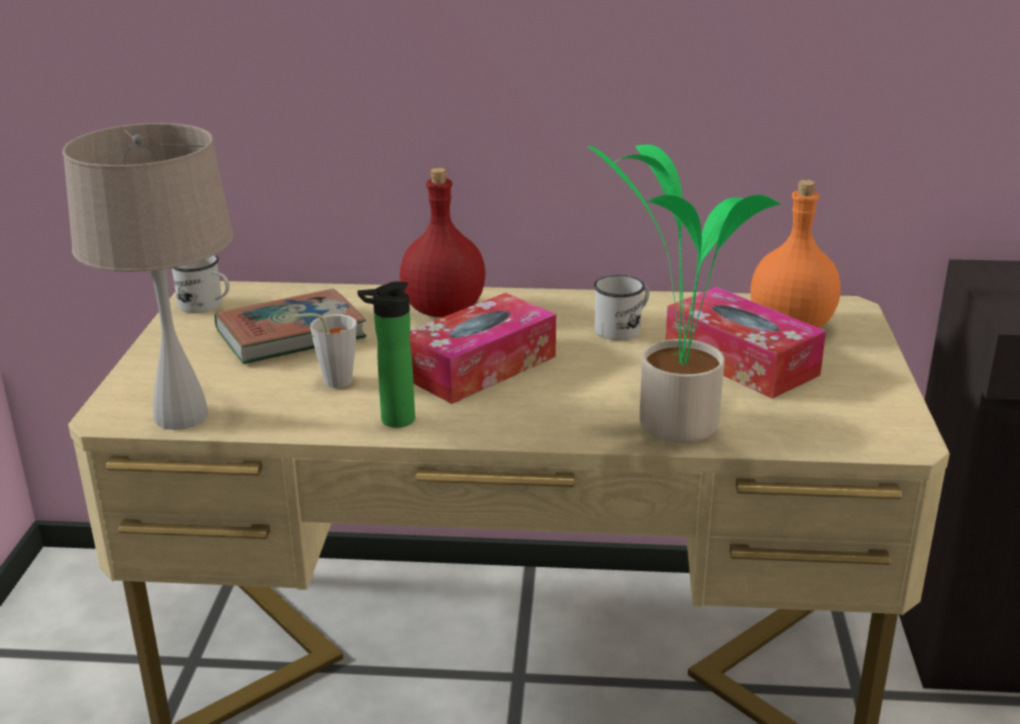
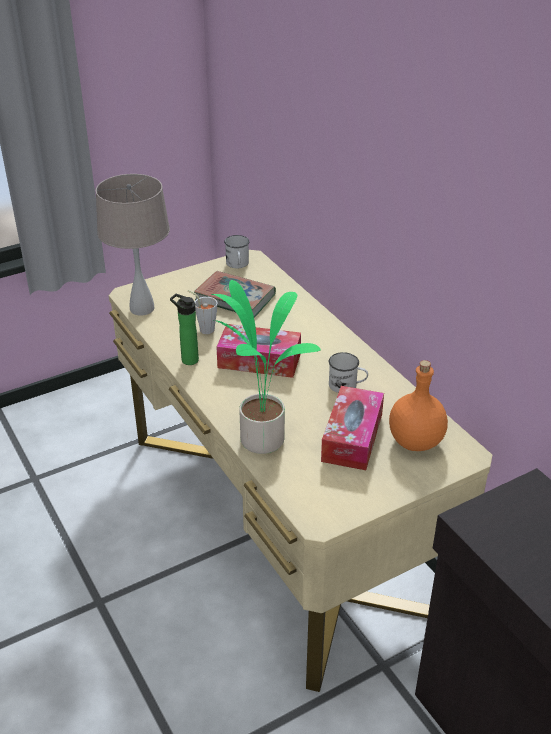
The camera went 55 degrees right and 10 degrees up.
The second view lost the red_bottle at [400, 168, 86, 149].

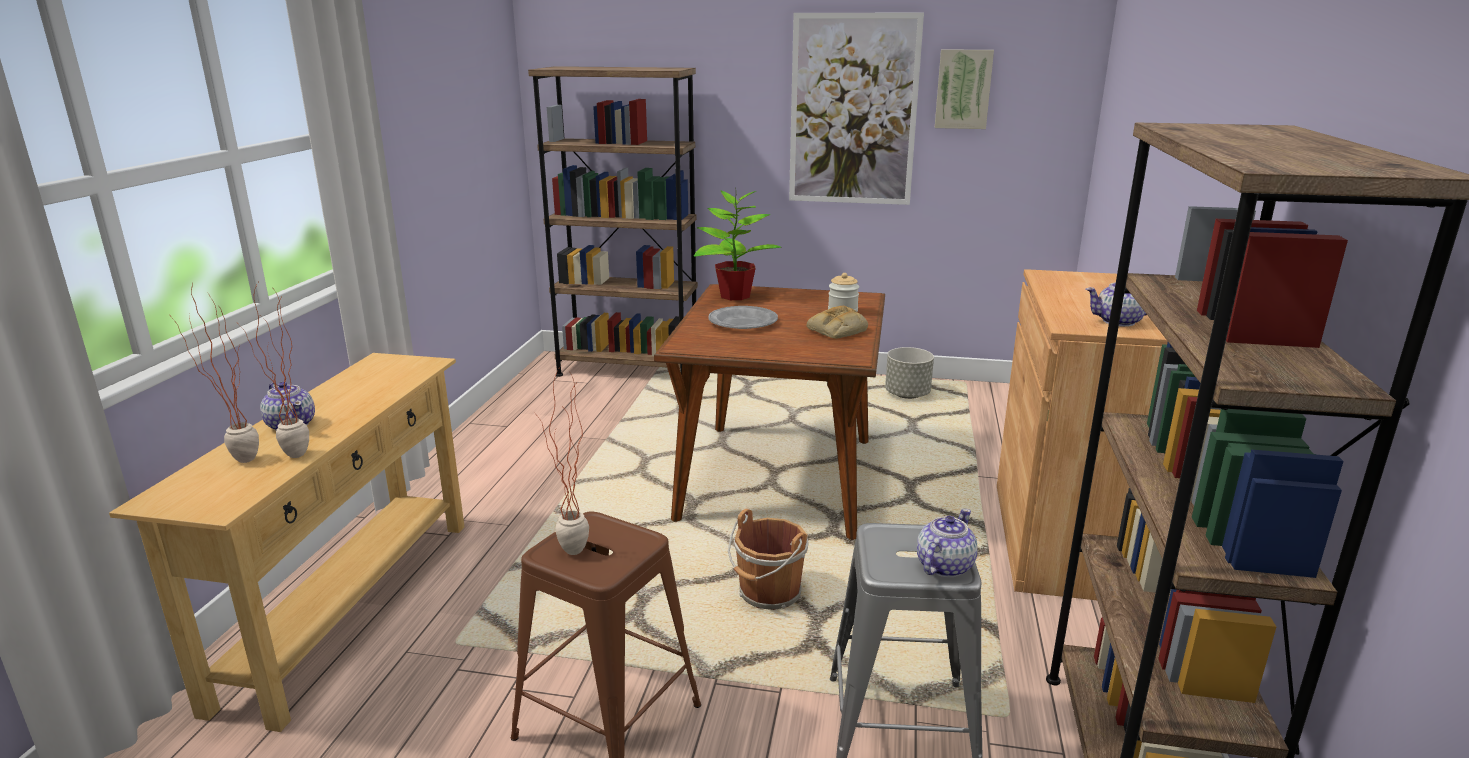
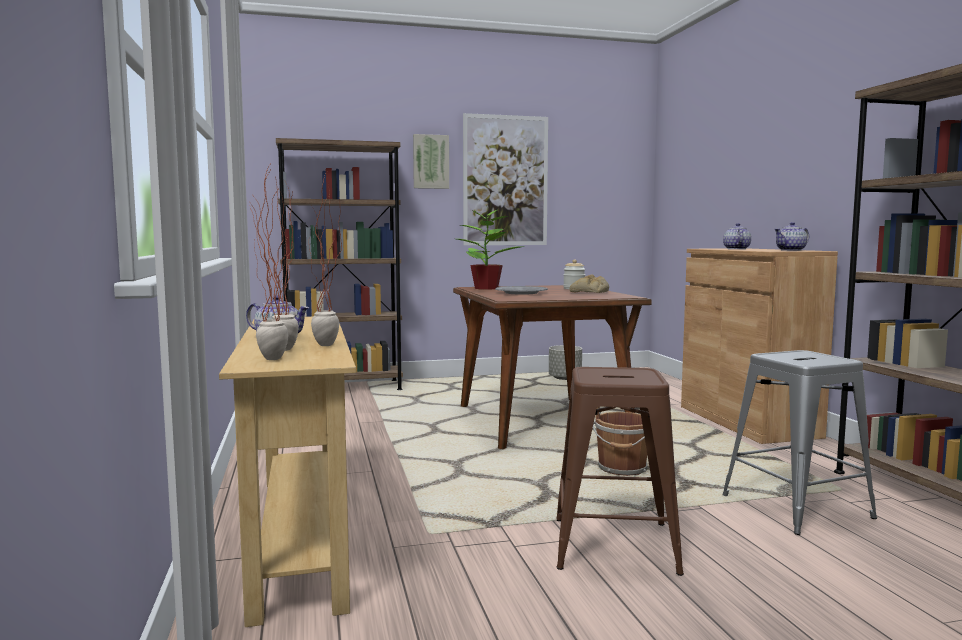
The camera went 25 degrees left and 15 degrees down.
The potted_plant ended up elsewhere, having gone from [534, 366, 55, 189] to [251, 165, 38, 195].
The picture ended up elsewhere, having gone from [935, 50, 59, 79] to [413, 134, 36, 55].
The teapot ended up elsewhere, having gone from [917, 509, 61, 68] to [723, 223, 28, 26].

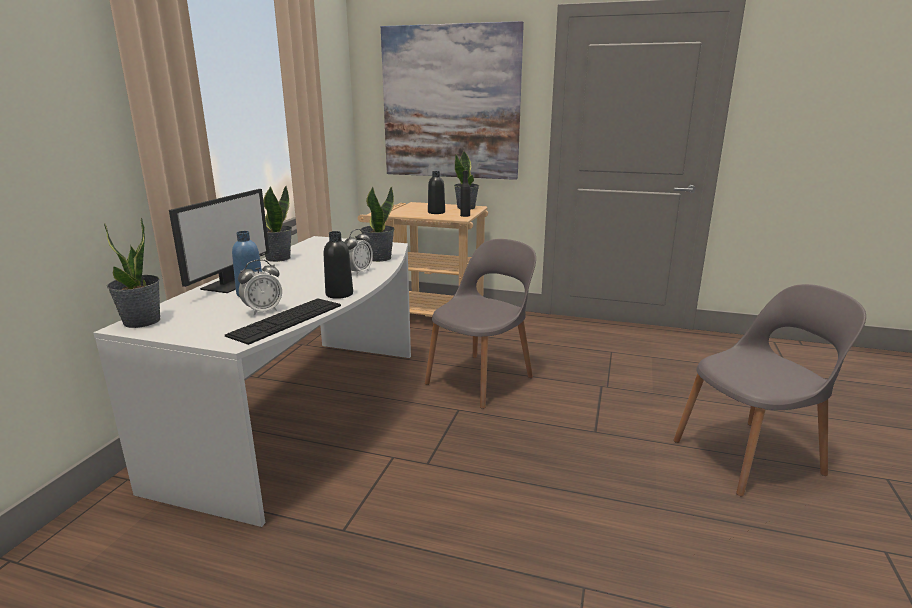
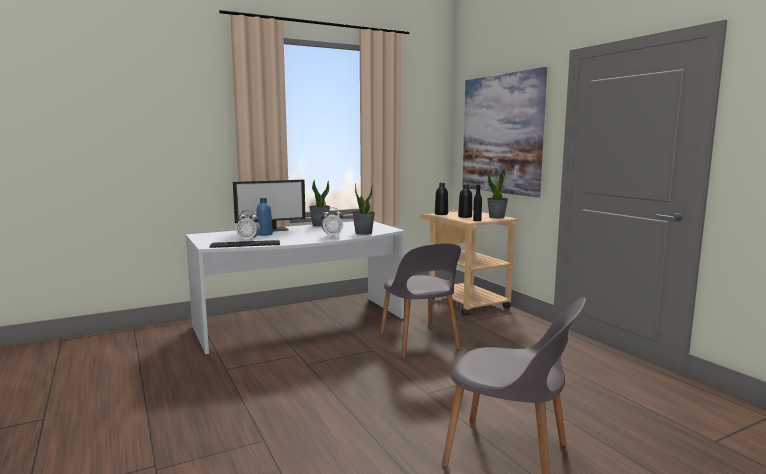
The camera went 45 degrees right and 10 degrees down.
The grey_chair at [425, 239, 111, 170] ended up facing another way, 75 degrees clockwise from before.
The black_bottle ended up elsewhere, having gone from [324, 231, 29, 68] to [435, 183, 13, 32].
The second view lost the potted_plant at [104, 218, 56, 110].

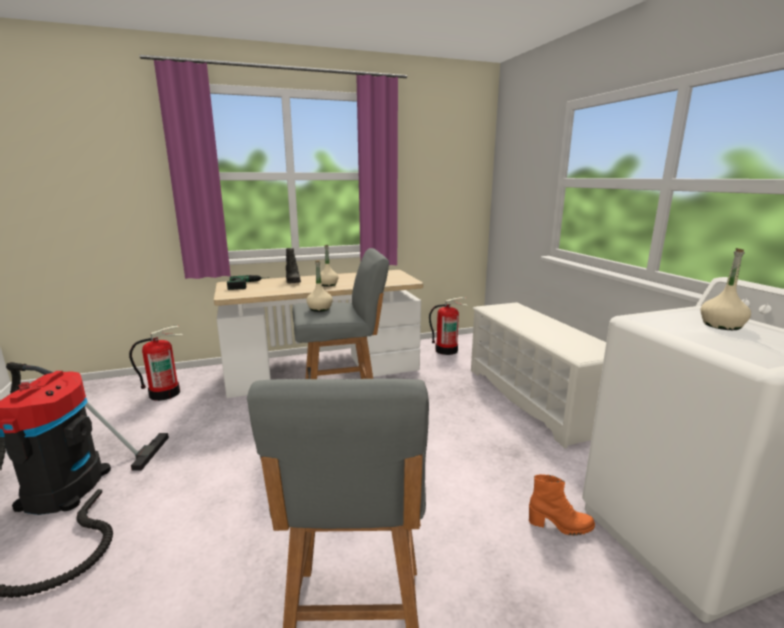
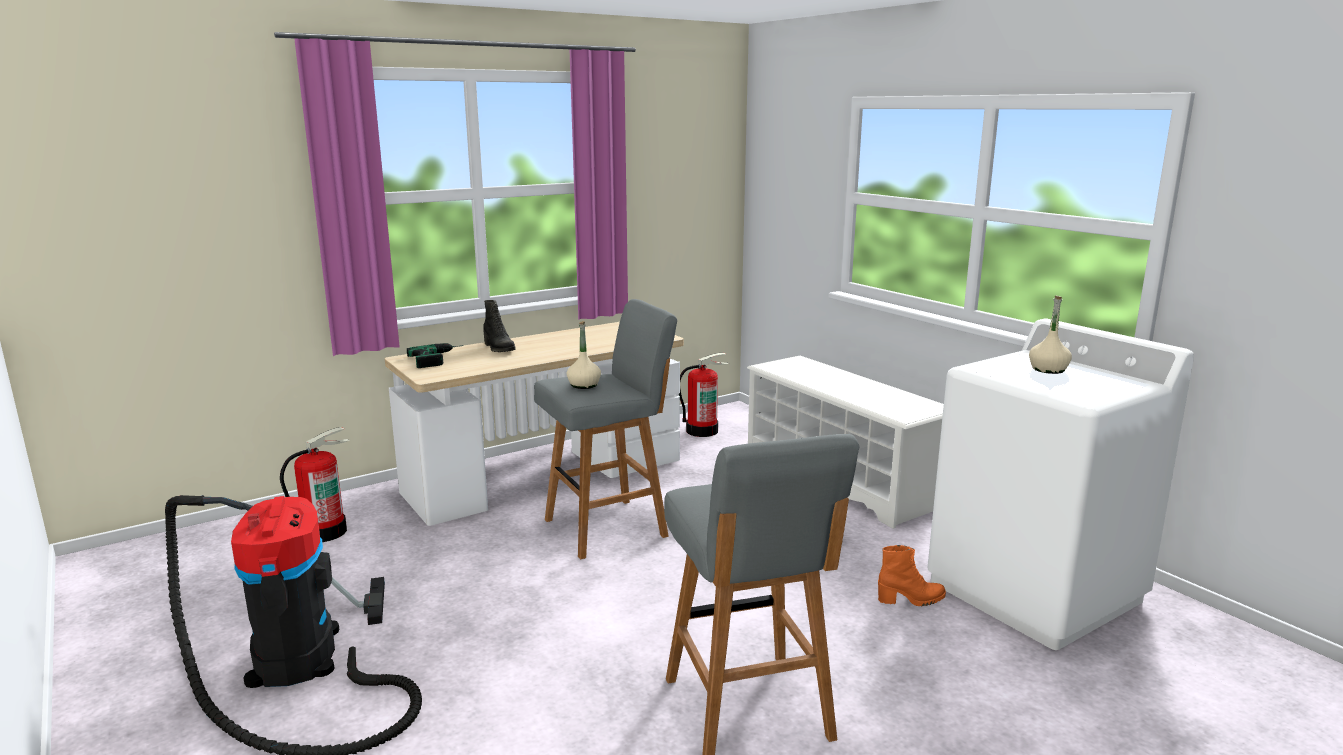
The camera went 15 degrees left and 0 degrees up.
The second view lost the beige_bottle at [320, 245, 19, 42].

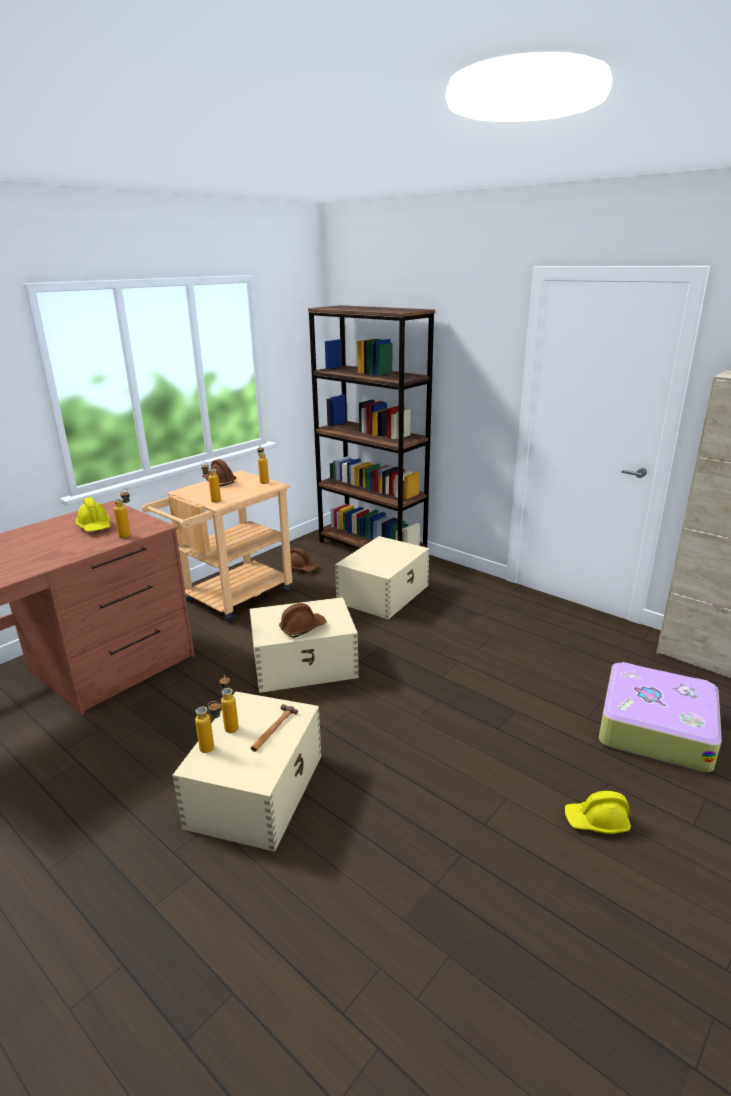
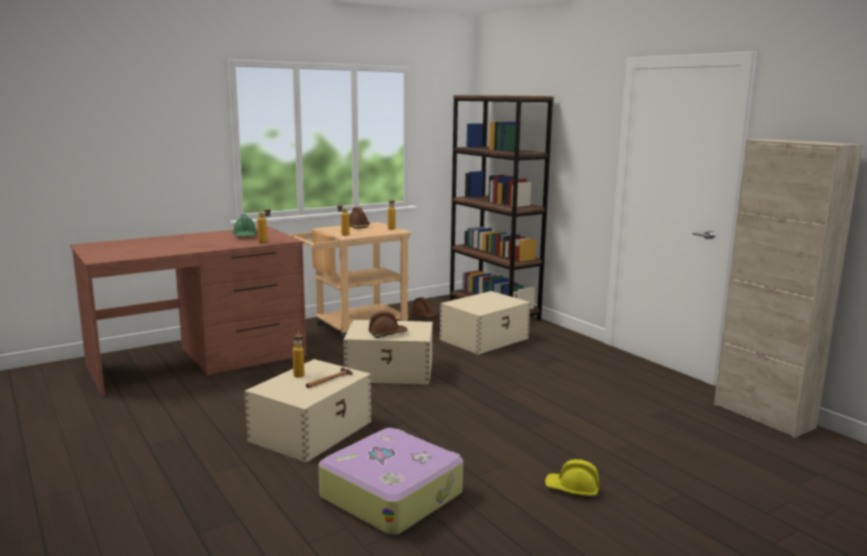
The camera went 15 degrees right and 10 degrees down.
What was the yellow_hard_hat at [75, 497, 36, 35] turned into the green_hard_hat at [232, 214, 26, 23].
The suitcase ended up elsewhere, having gone from [599, 662, 123, 110] to [319, 428, 144, 107].
The second view lost the bottle at [195, 701, 26, 52].

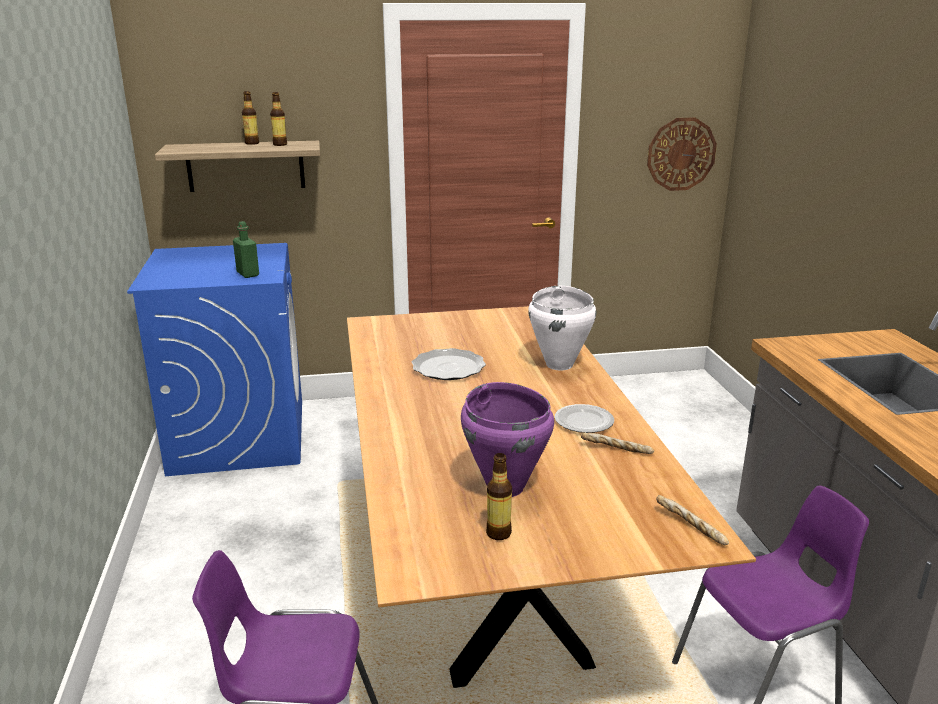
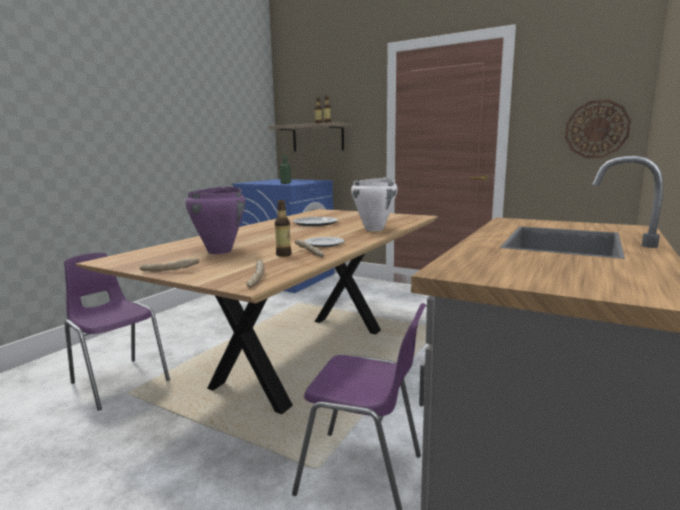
The camera went 40 degrees right and 10 degrees down.
The second view gained the bread at [140, 258, 59, 14].
The bottle ended up elsewhere, having gone from [486, 453, 26, 87] to [275, 200, 16, 57].

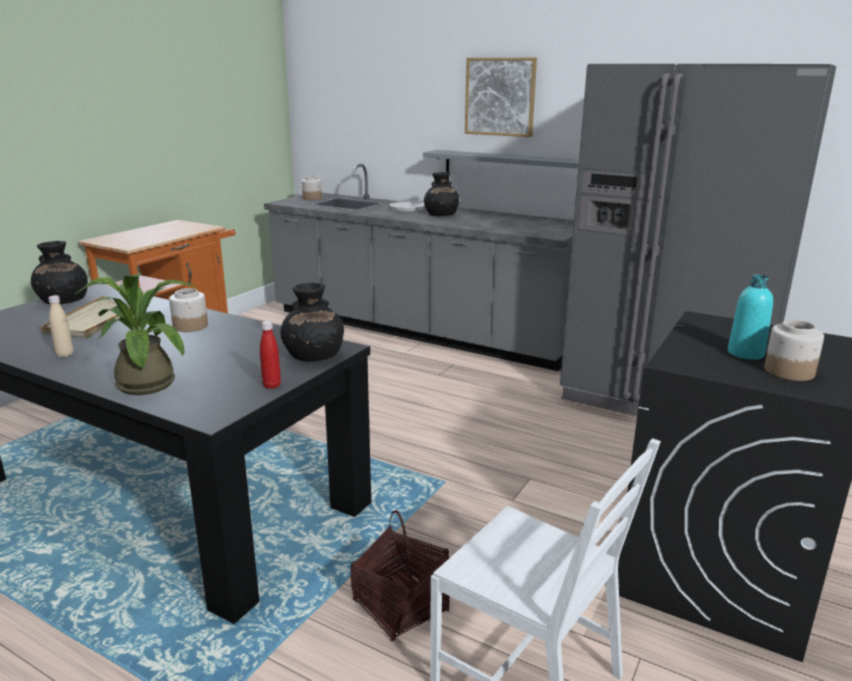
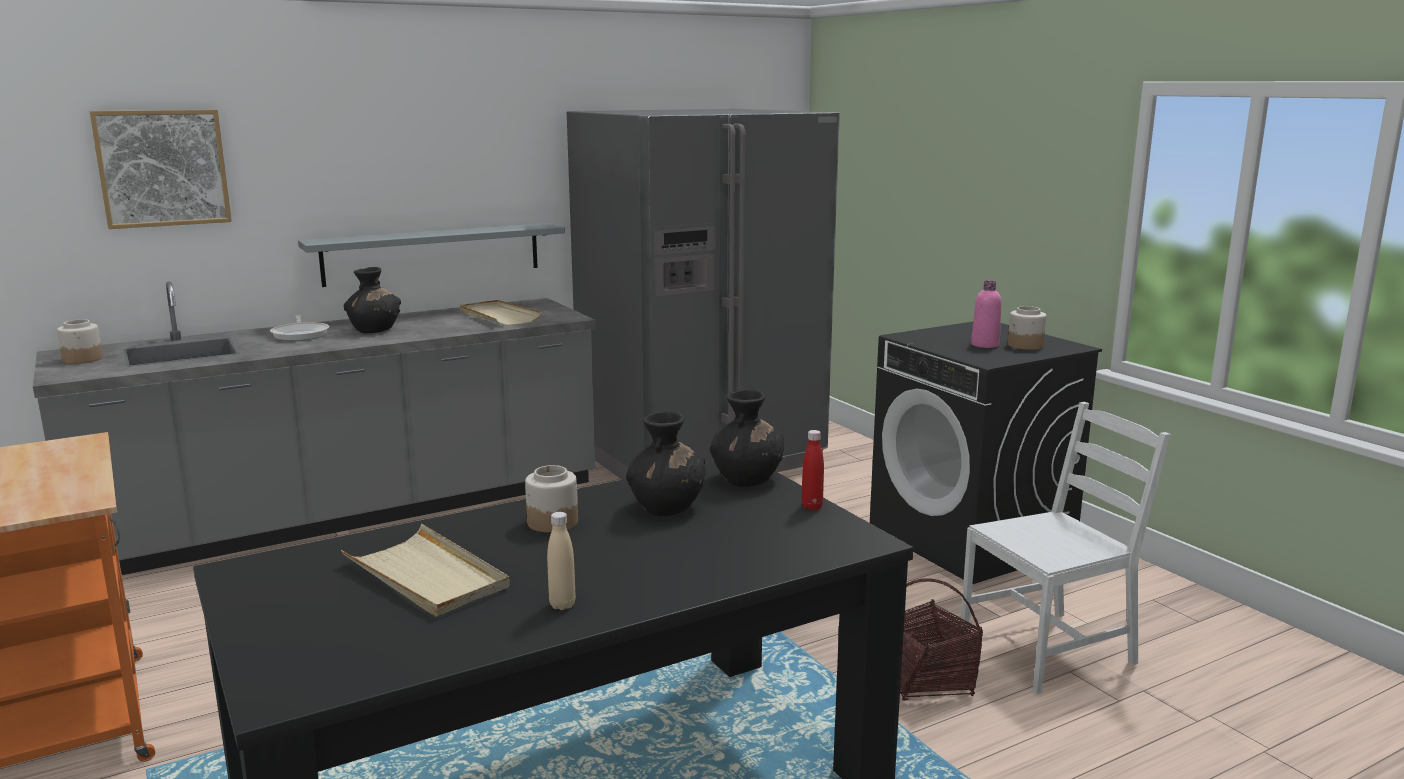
The camera went 60 degrees left and 5 degrees down.
The picture ended up elsewhere, having gone from [465, 58, 72, 79] to [90, 110, 142, 119].
The second view gained the beige_tray at [460, 300, 82, 25].
The black_vase ended up elsewhere, having gone from [31, 241, 57, 63] to [626, 411, 80, 105].
What was the turquoise_bottle at [728, 274, 45, 86] turned into the pink_bottle at [971, 281, 31, 67].
The second view lost the potted_plant at [74, 272, 122, 123].

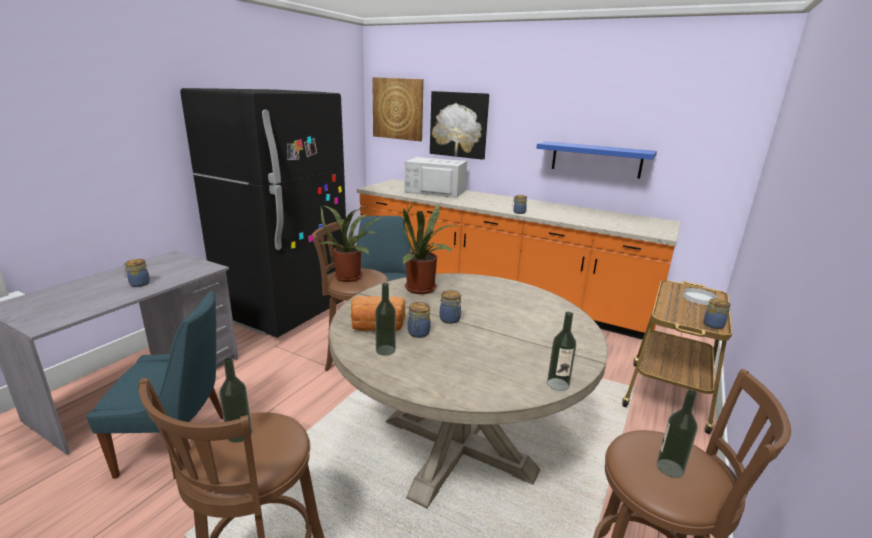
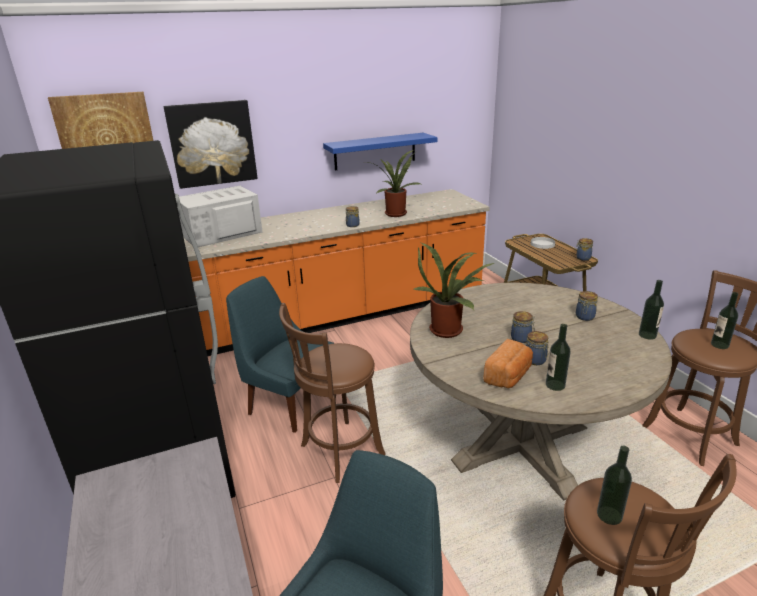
The camera went 50 degrees left and 5 degrees up.
The potted_plant ended up elsewhere, having gone from [320, 206, 63, 76] to [365, 150, 58, 67].
The jar ended up elsewhere, having gone from [123, 259, 27, 28] to [576, 291, 22, 30].

